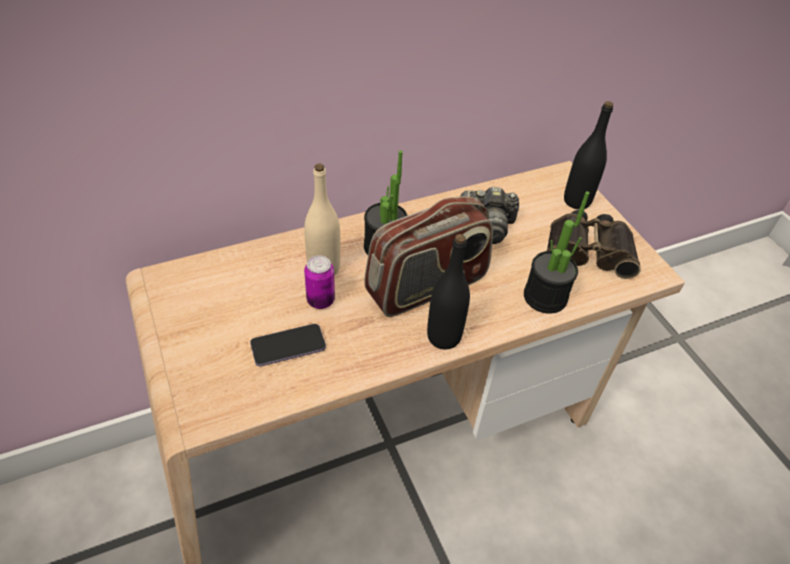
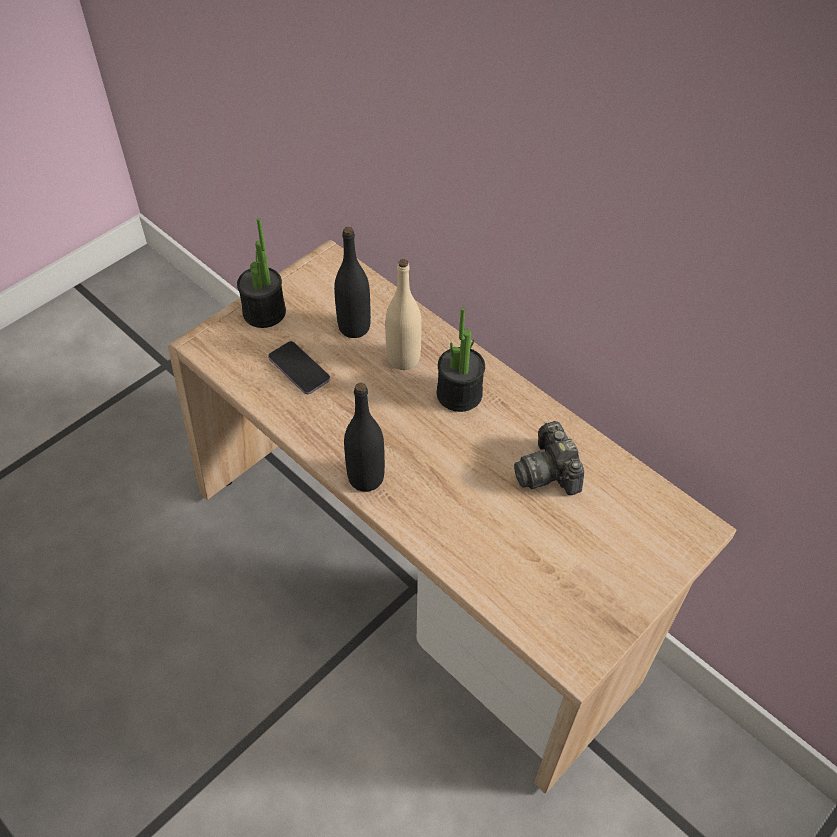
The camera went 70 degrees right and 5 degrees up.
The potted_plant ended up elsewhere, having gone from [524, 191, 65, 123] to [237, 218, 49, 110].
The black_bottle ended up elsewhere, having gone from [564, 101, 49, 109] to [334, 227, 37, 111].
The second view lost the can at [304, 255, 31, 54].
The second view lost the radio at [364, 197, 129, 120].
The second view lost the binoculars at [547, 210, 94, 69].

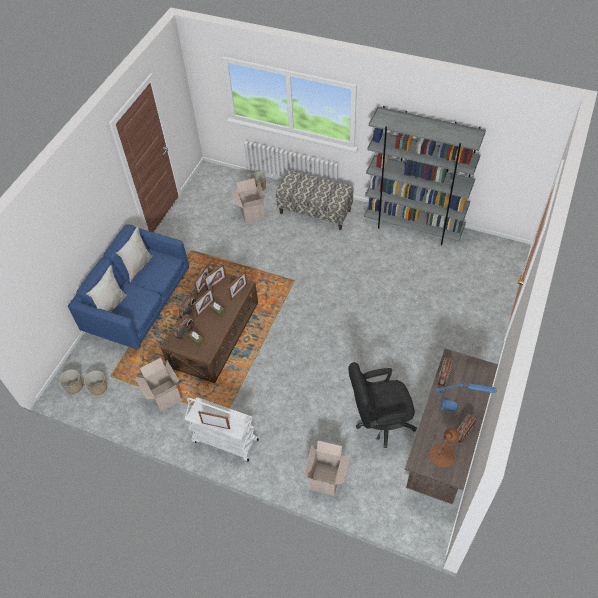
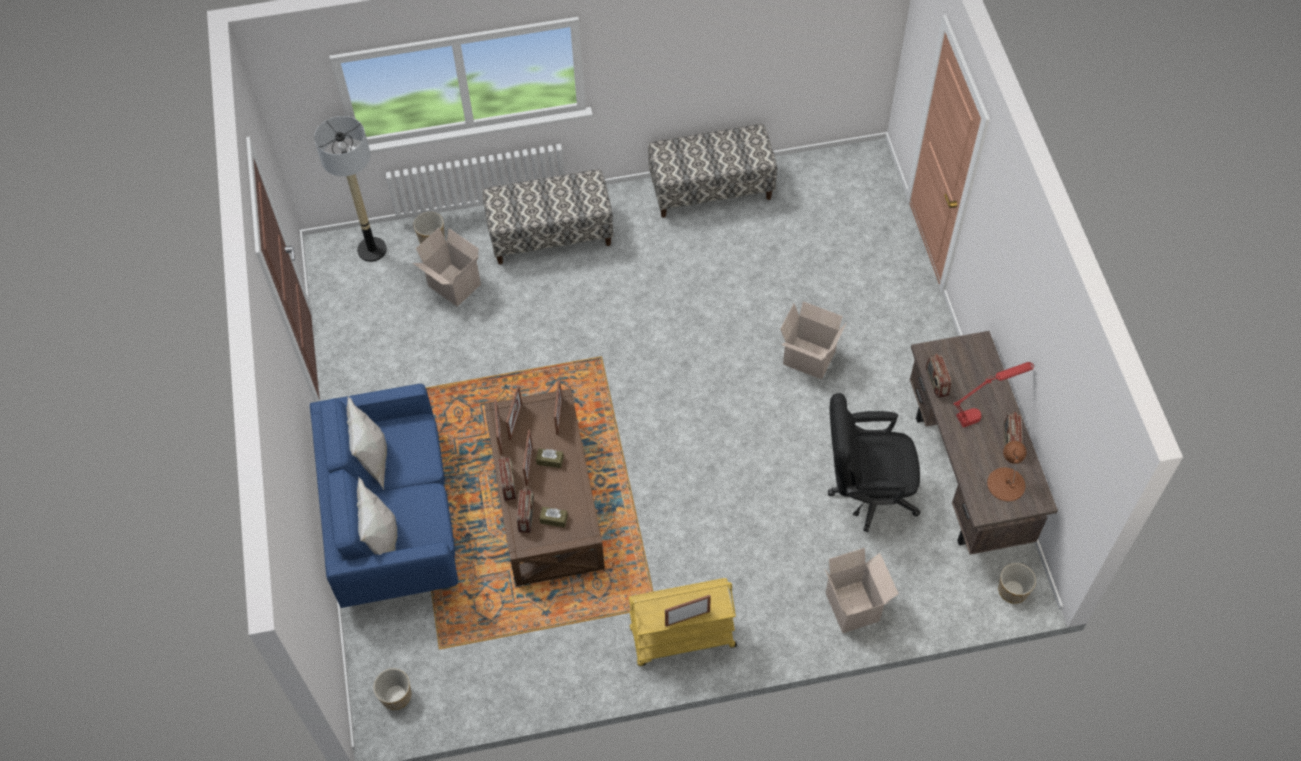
The camera went 35 degrees left and 5 degrees up.
The second view gained the floor_lamp at [314, 116, 73, 146].
What was the white_cart at [185, 397, 74, 65] turned into the yellow_cart at [629, 578, 108, 88].
Where the grey_bookcase stood at [364, 106, 122, 139], the bench came to stand at [648, 124, 129, 94].
The cardboard_box ended up elsewhere, having gone from [135, 358, 47, 54] to [780, 301, 67, 78].
The black_office_chair at [349, 362, 68, 86] ended up facing another way, 45 degrees clockwise from before.
What was the blue_table_lamp at [435, 382, 62, 29] turned into the red_table_lamp at [953, 362, 81, 66].
The planter ended up elsewhere, having gone from [84, 371, 23, 24] to [998, 563, 38, 41].

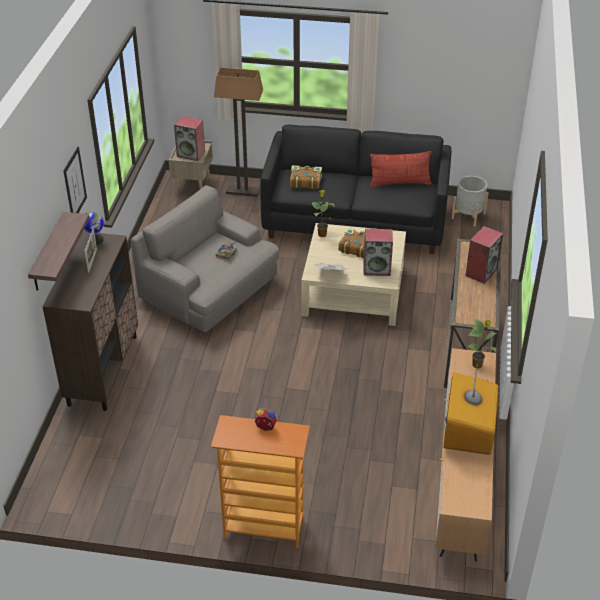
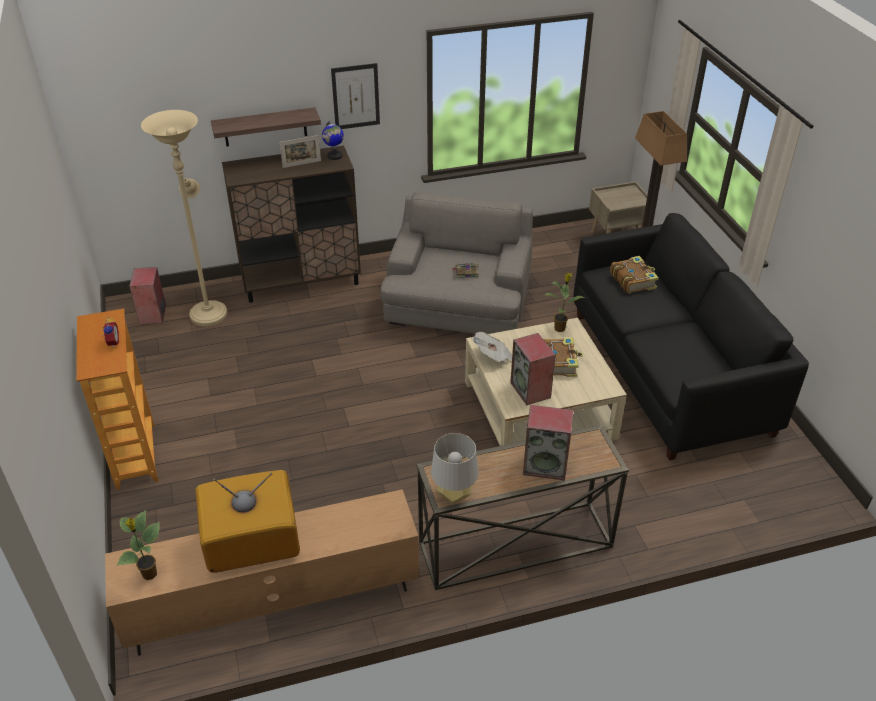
The camera went 65 degrees right and 0 degrees up.
The potted_plant ended up elsewhere, having gone from [468, 319, 29, 50] to [117, 510, 43, 70].
The speaker ended up elsewhere, having gone from [174, 116, 31, 45] to [129, 267, 37, 58].
The second view gained the beige_floor_lamp at [141, 110, 86, 216].
The second view gained the grey_table_lamp at [431, 433, 48, 71].
The second view lost the pillow at [370, 151, 62, 37].
The second view lost the grey_planter at [451, 176, 38, 51].

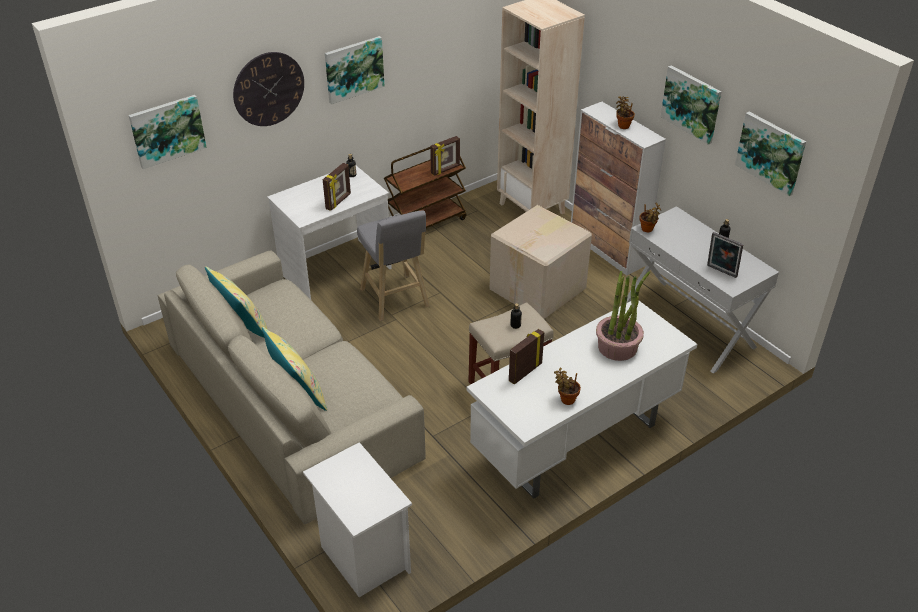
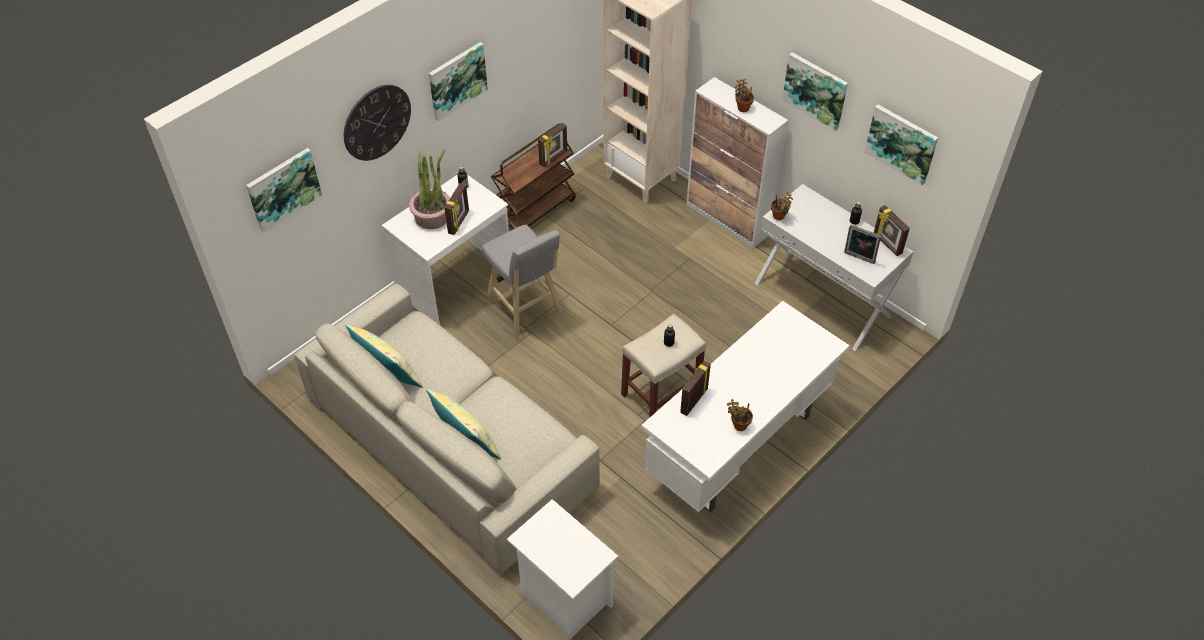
The camera went 10 degrees left and 10 degrees up.
The potted_plant ended up elsewhere, having gone from [596, 271, 54, 90] to [409, 149, 41, 80].
The second view gained the picture_frame at [874, 205, 36, 51].
The second view lost the cardboard_box at [490, 205, 102, 114].

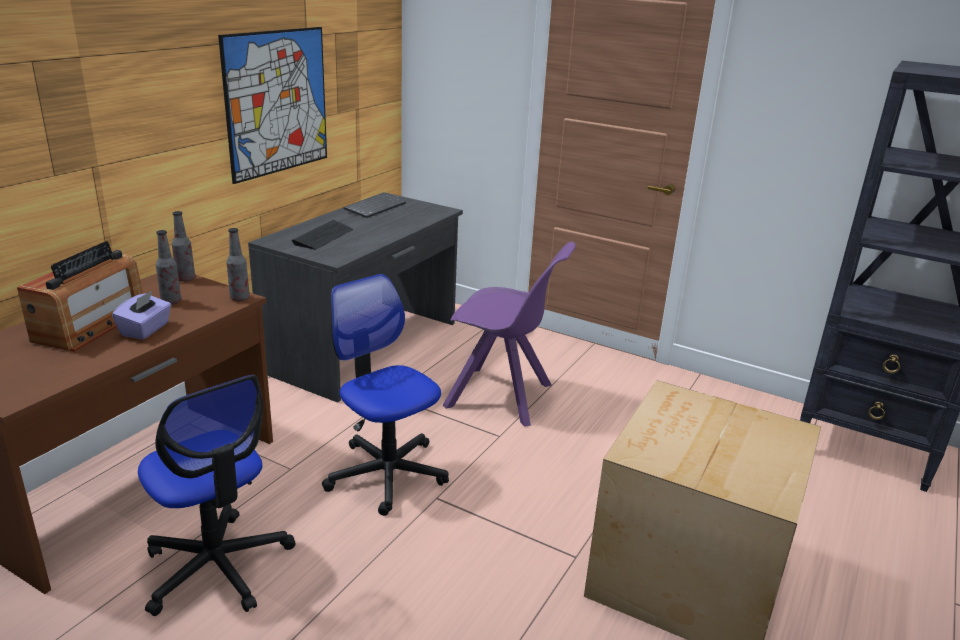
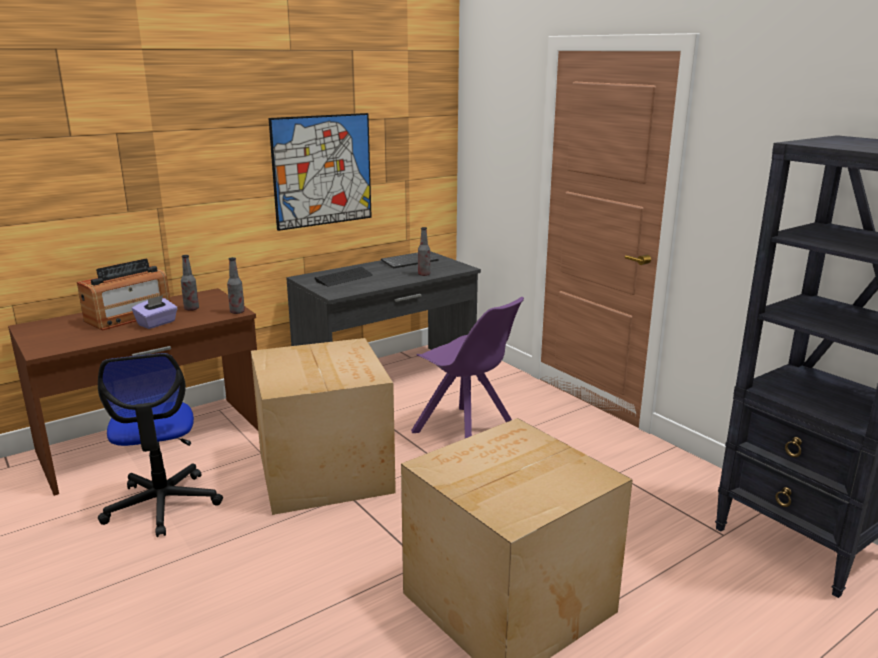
The camera went 25 degrees right and 5 degrees down.
Where the office_chair stood at [322, 274, 127, 242], the cardboard_box came to stand at [251, 338, 145, 177].
The bottle ended up elsewhere, having gone from [172, 211, 23, 71] to [418, 227, 12, 49].

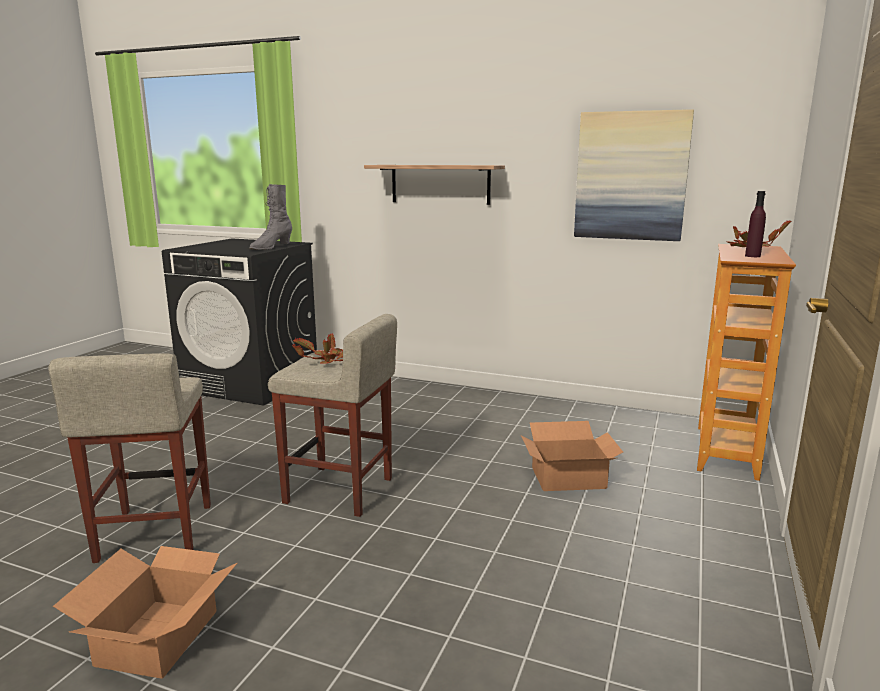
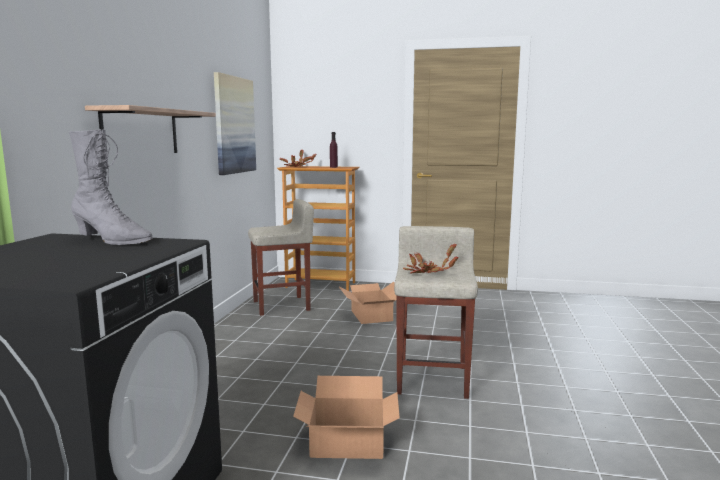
The camera went 100 degrees left and 5 degrees down.
The beige_stool ended up elsewhere, having gone from [48, 353, 163, 210] to [248, 199, 66, 117].
The cardboard_box ended up elsewhere, having gone from [53, 546, 184, 133] to [293, 376, 107, 83].

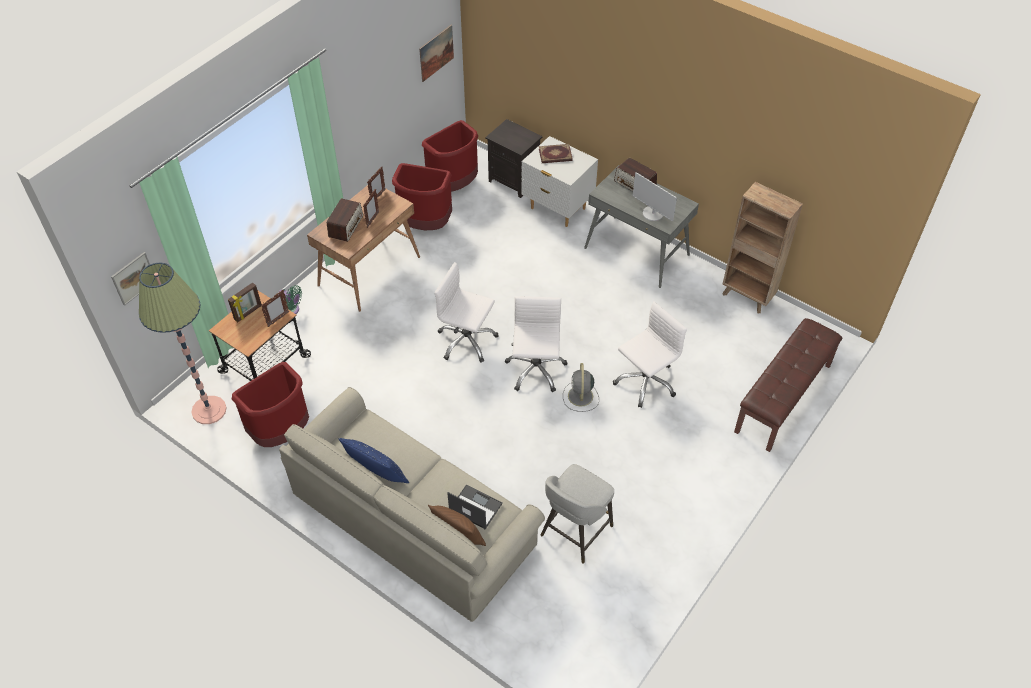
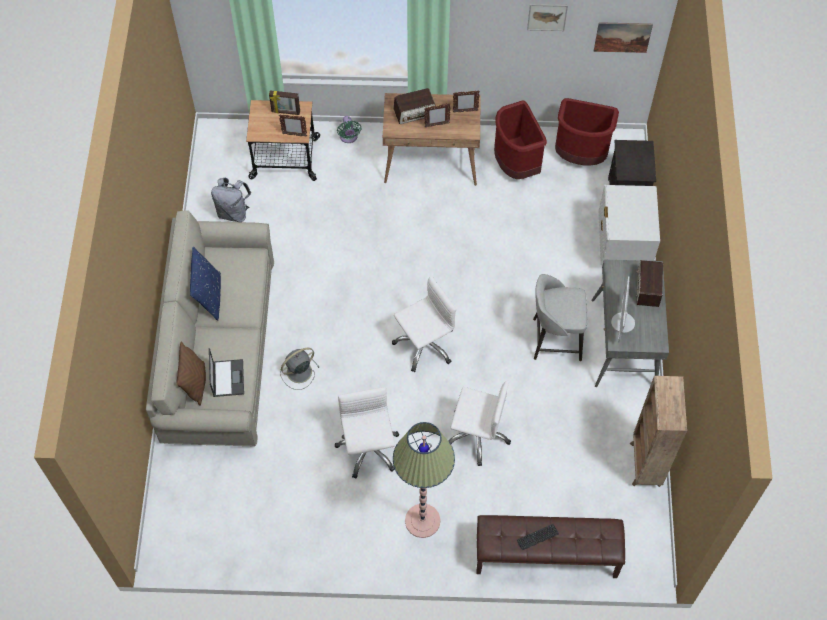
The camera went 55 degrees right and 10 degrees up.
Where the red_trash_can stood at [232, 362, 77, 85], the grey_backpack came to stand at [211, 178, 40, 44].
The grey_fan ended up elsewhere, having gone from [563, 363, 36, 49] to [280, 348, 39, 42].
The white_office_chair ended up elsewhere, having gone from [434, 262, 65, 101] to [335, 387, 64, 92].
The floor_lamp ended up elsewhere, having gone from [139, 263, 88, 161] to [393, 422, 62, 116].
The second view gained the keyboard at [517, 524, 42, 26].
The picture ended up elsewhere, having gone from [111, 252, 39, 54] to [527, 4, 41, 27].
The grey_stool ended up elsewhere, having gone from [540, 464, 74, 100] to [533, 274, 54, 87].
The second view lost the book at [539, 144, 34, 19].

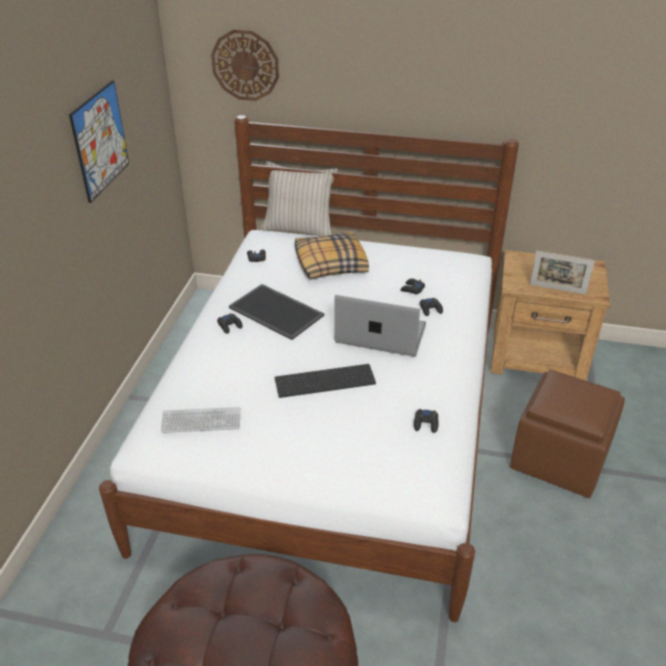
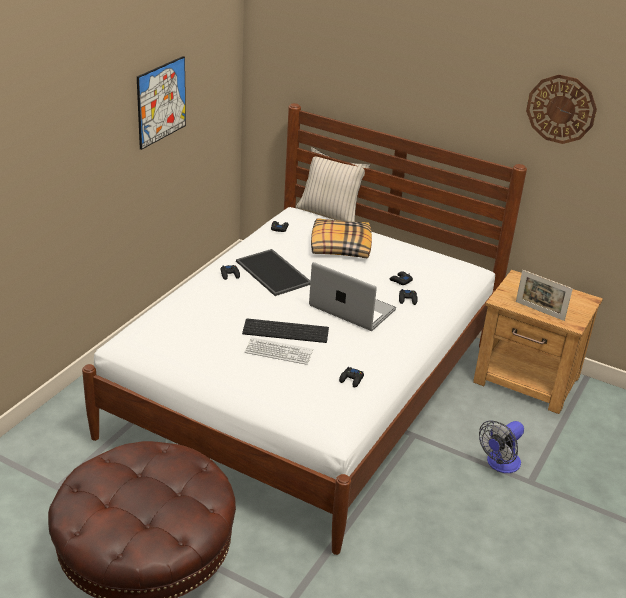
The camera went 15 degrees right and 5 degrees down.
The keyboard ended up elsewhere, having gone from [161, 407, 79, 26] to [245, 337, 68, 28].
Where the brown_ottoman stood at [510, 369, 115, 129], the fan came to stand at [479, 420, 45, 53].
The wall_clock ended up elsewhere, having gone from [211, 29, 68, 72] to [526, 74, 71, 70].

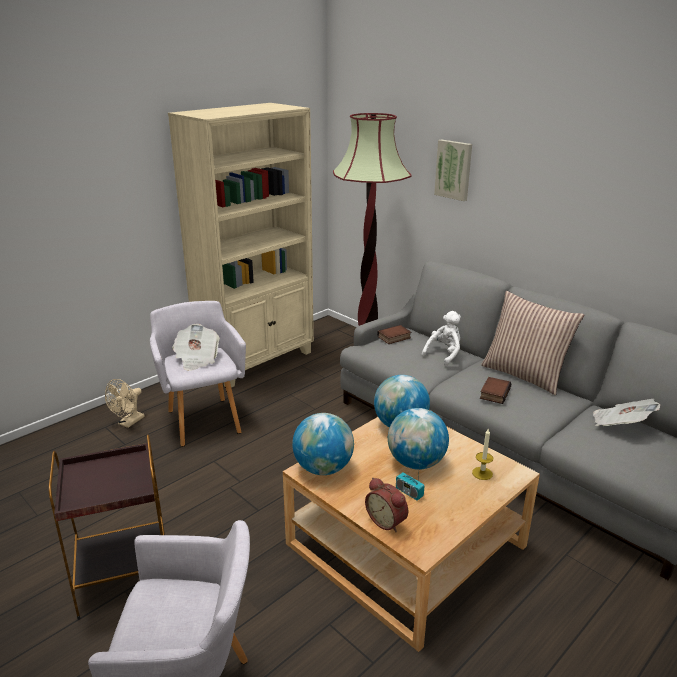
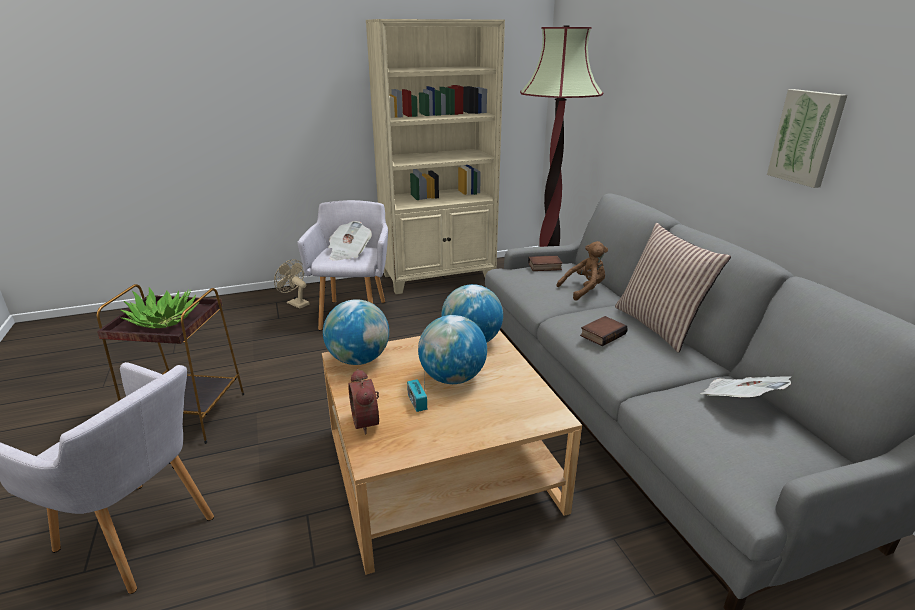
The camera went 25 degrees right and 0 degrees up.
The second view gained the potted_plant at [121, 288, 78, 41].
The beige_fan at [105, 379, 40, 49] ended up facing another way, 75 degrees clockwise from before.
What was the white_plush_toy at [421, 311, 40, 55] turned into the brown_plush_toy at [557, 241, 51, 60].
The picture ended up elsewhere, having gone from [434, 139, 38, 62] to [767, 89, 80, 99].
The second view lost the candle at [472, 428, 21, 52].

